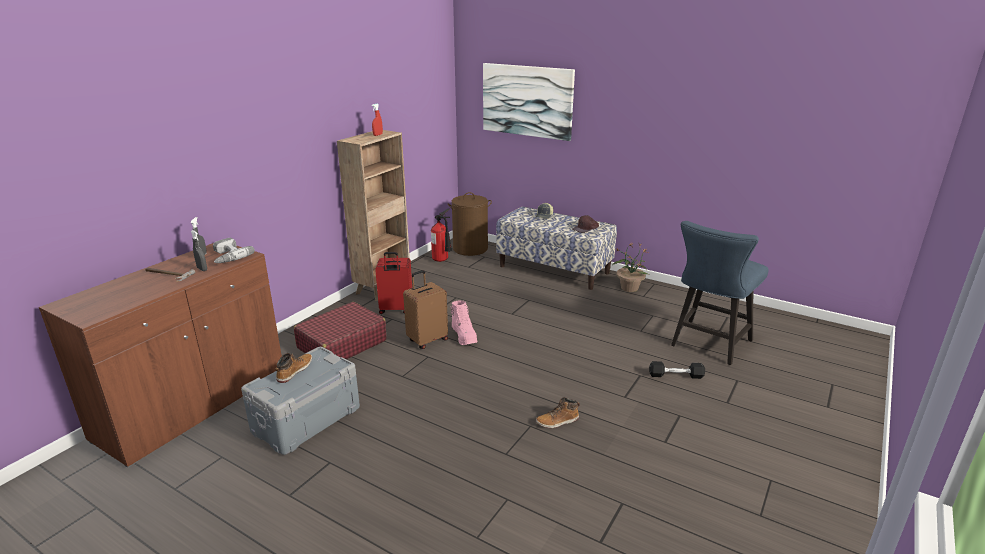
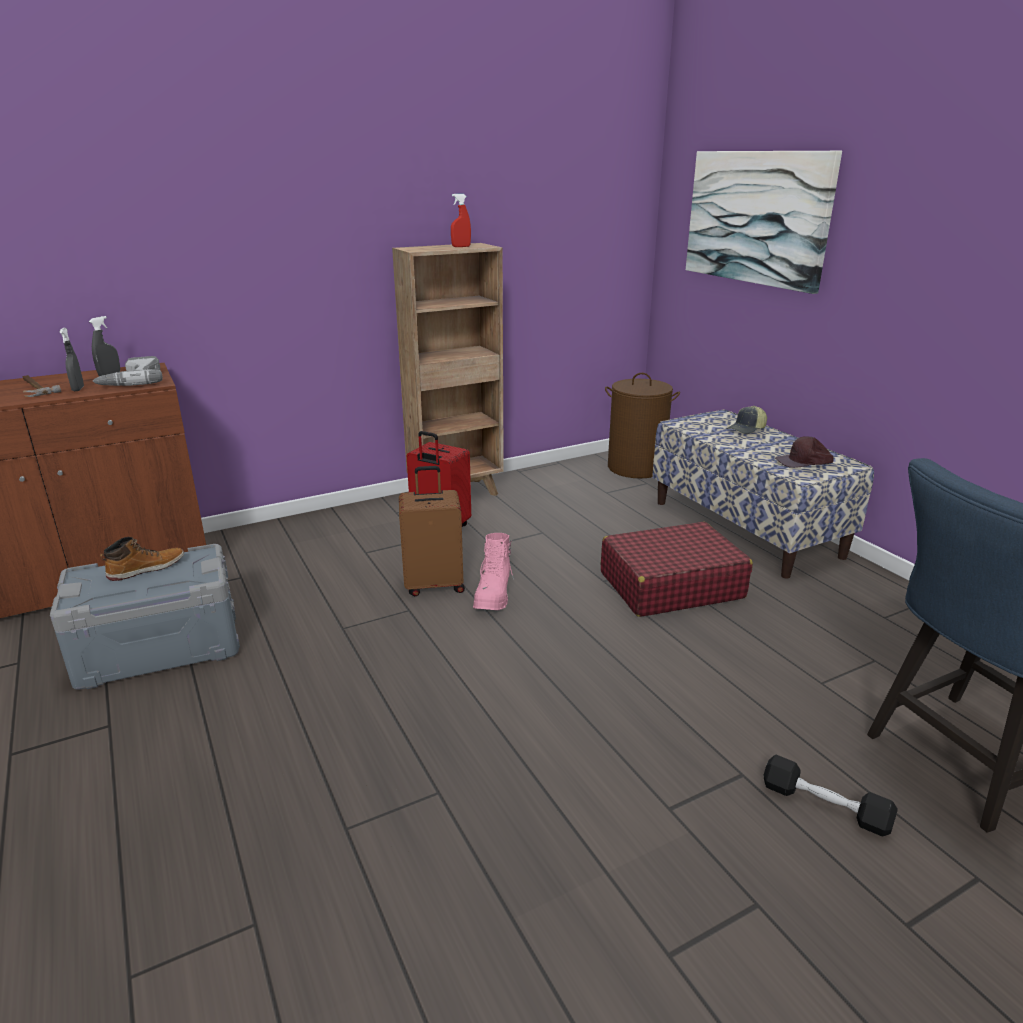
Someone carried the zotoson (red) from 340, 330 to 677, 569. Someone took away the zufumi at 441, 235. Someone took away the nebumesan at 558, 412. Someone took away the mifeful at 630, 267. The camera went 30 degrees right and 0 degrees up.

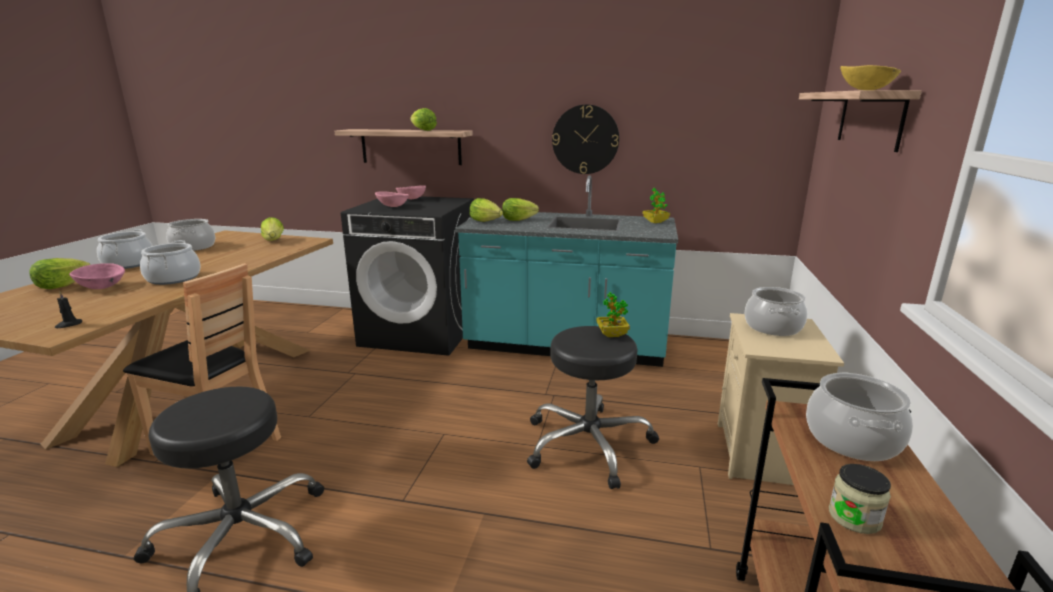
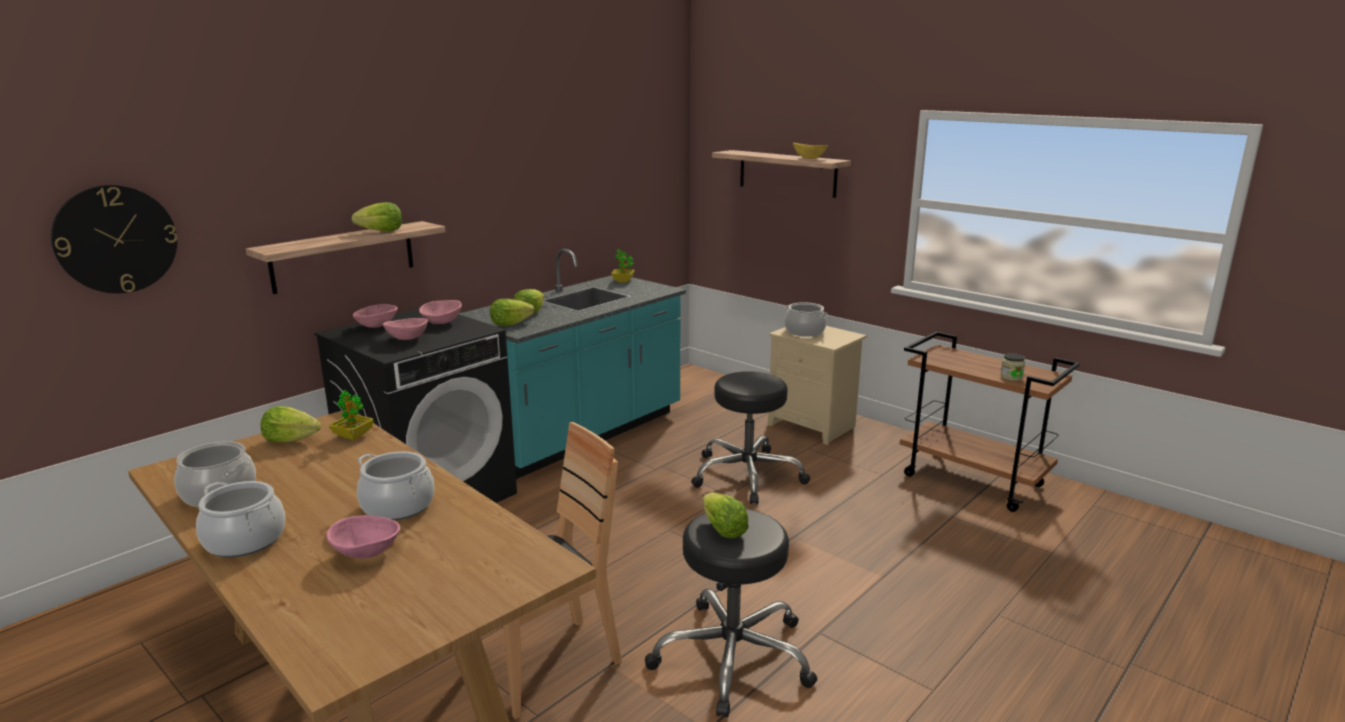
Someone carried the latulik from 585, 139 to 114, 239. Someone carried the mifeful from 613, 314 to 351, 415. Someone put down the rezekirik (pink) at 440, 312. Someone carried the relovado from 59, 273 to 725, 516. Someone took away the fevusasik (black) at 68, 310. Someone took away the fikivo at 859, 416. The camera went 60 degrees left and 0 degrees up.

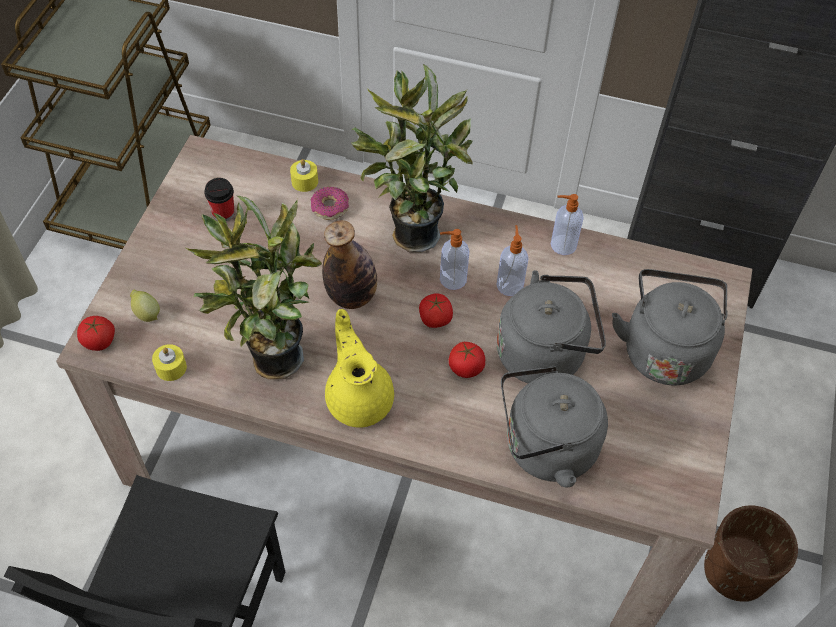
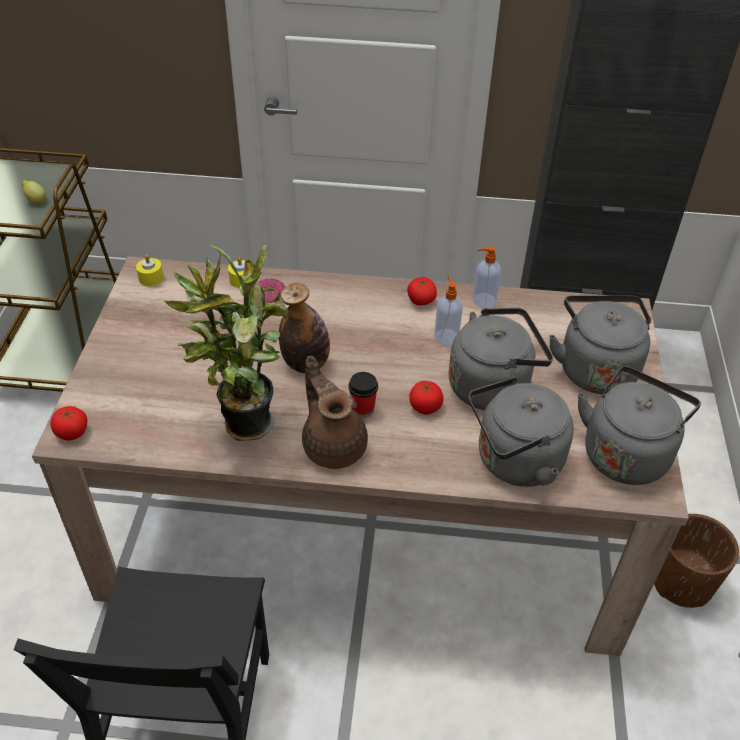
Someone carried the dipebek from 145, 306 to 34, 192. Someone carried the fevusasik (yellow) from 169, 362 to 150, 270. Someone repainted the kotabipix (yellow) at 359, 368, which became the kotabipix (brown) at 335, 412. Someone carried the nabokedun from 219, 199 to 363, 395. Someone carried the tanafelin from 436, 310 to 422, 291. Someone put down the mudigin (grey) at 639, 425. Someone took away the mifeful at 411, 158. Someone took away the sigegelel at 455, 259. The camera went 10 degrees left and 10 degrees down.

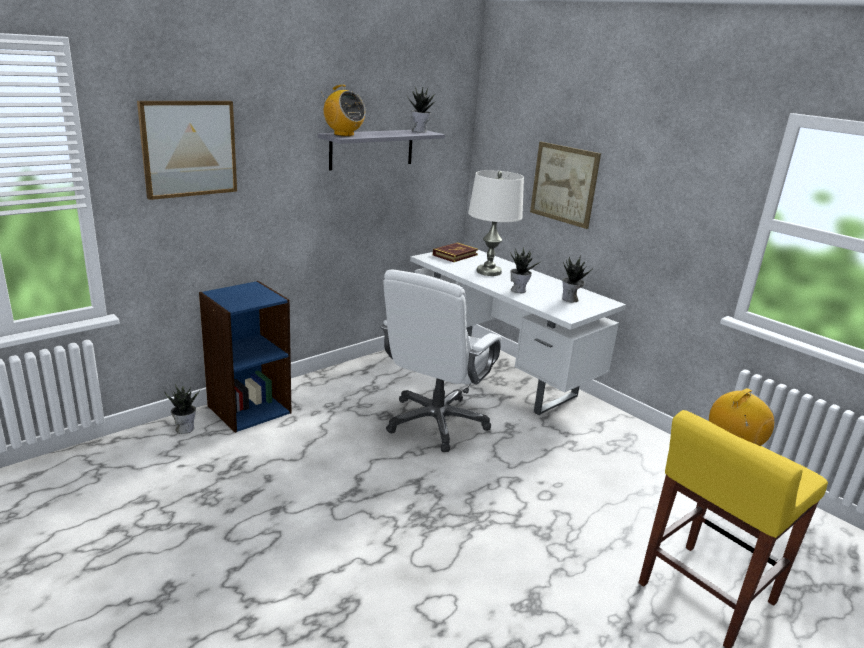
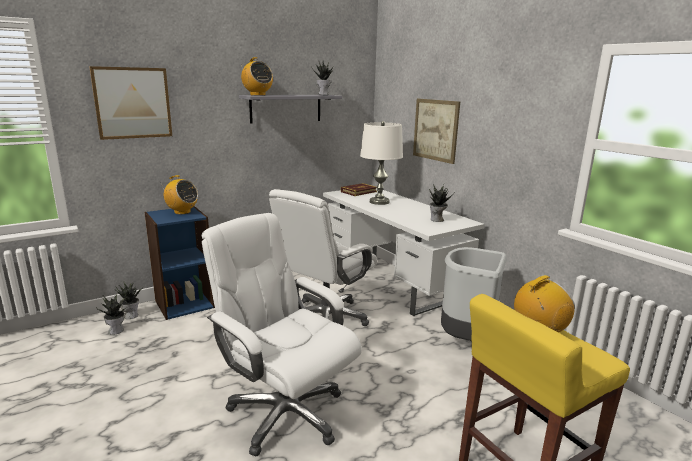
Someone carried the mifeful from 526, 270 to 112, 314. Someone put down the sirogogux at 179, 194. Someone put down the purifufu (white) at 282, 334. Someone put down the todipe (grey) at 474, 294. The camera went 10 degrees right and 5 degrees down.

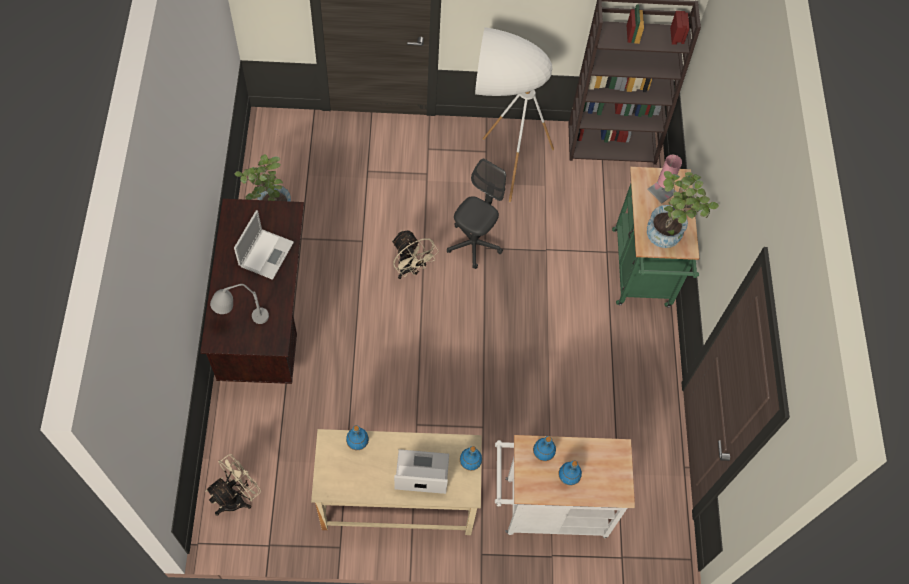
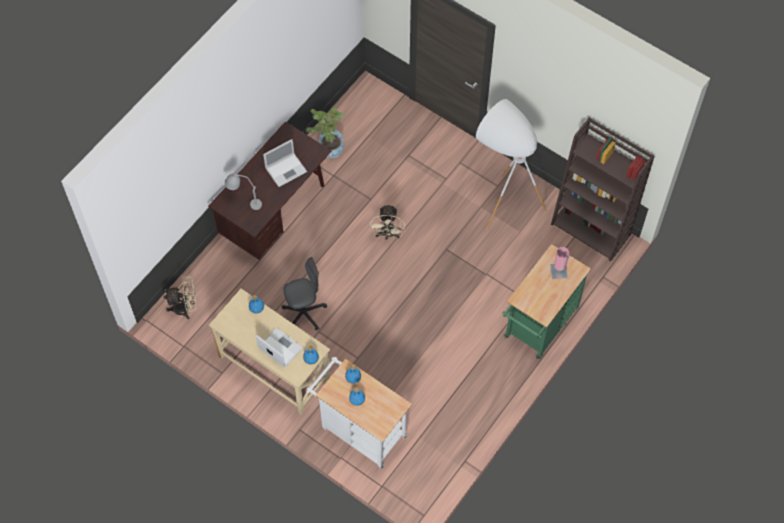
Someone carried the purifufu (grey) from 476, 214 to 304, 294. Someone took away the mifeful at 683, 209. The camera went 40 degrees right and 0 degrees up.

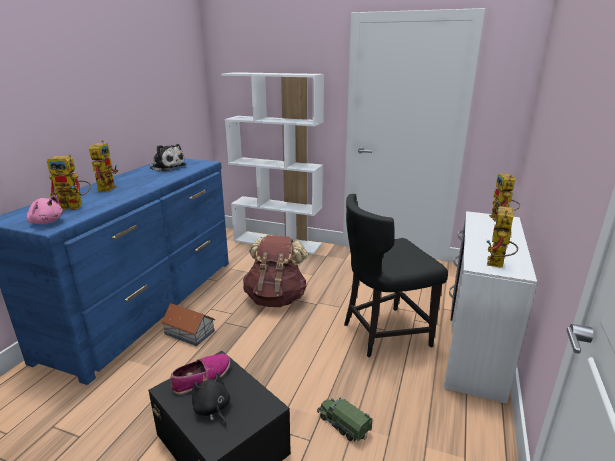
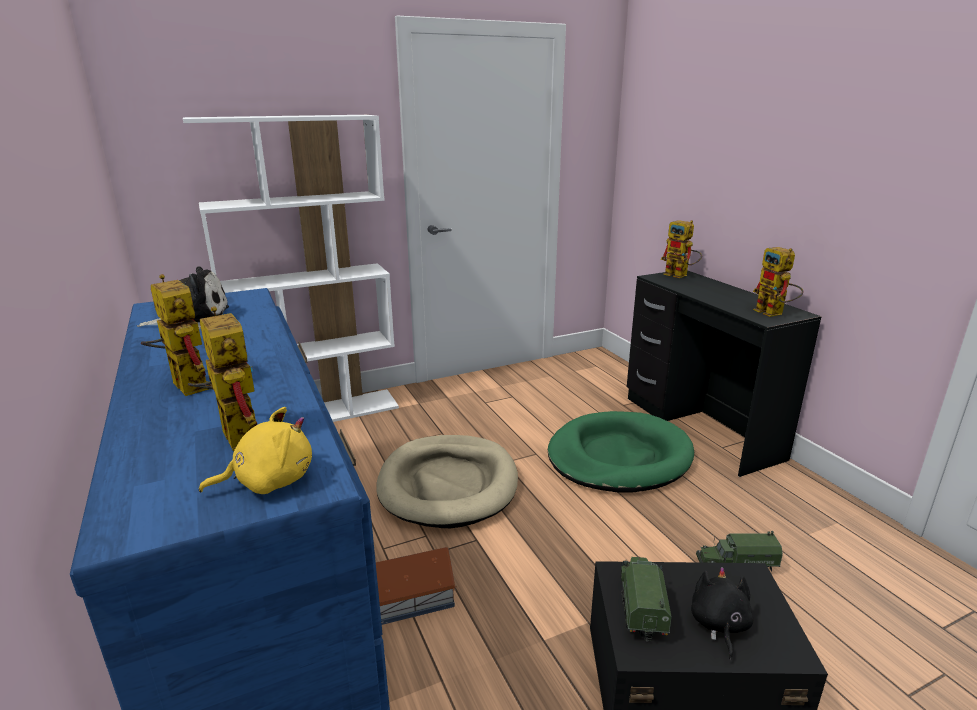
Someone rotated the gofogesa at 69, 182 by 75 degrees counterclockwise. Someone repainted the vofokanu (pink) at 44, 209, which became the vofokanu (yellow) at 255, 450. Someone swapped the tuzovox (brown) at 275, 271 for the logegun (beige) at 447, 481. Someone swapped the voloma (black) at 396, 275 for the logegun (green) at 621, 452. Someone swapped the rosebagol at 200, 374 for the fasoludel at 646, 599. Someone repainted the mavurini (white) at 490, 307, which became the mavurini (black) at 724, 373. Someone rotated the vofokanu (black) at 211, 399 by 90 degrees clockwise. The camera went 45 degrees left and 0 degrees up.

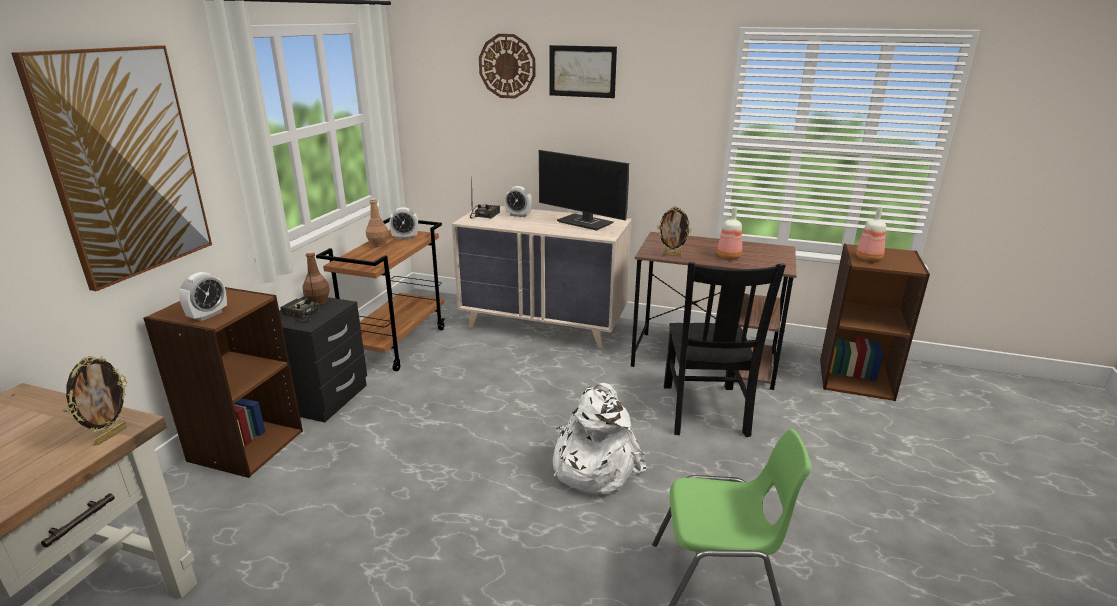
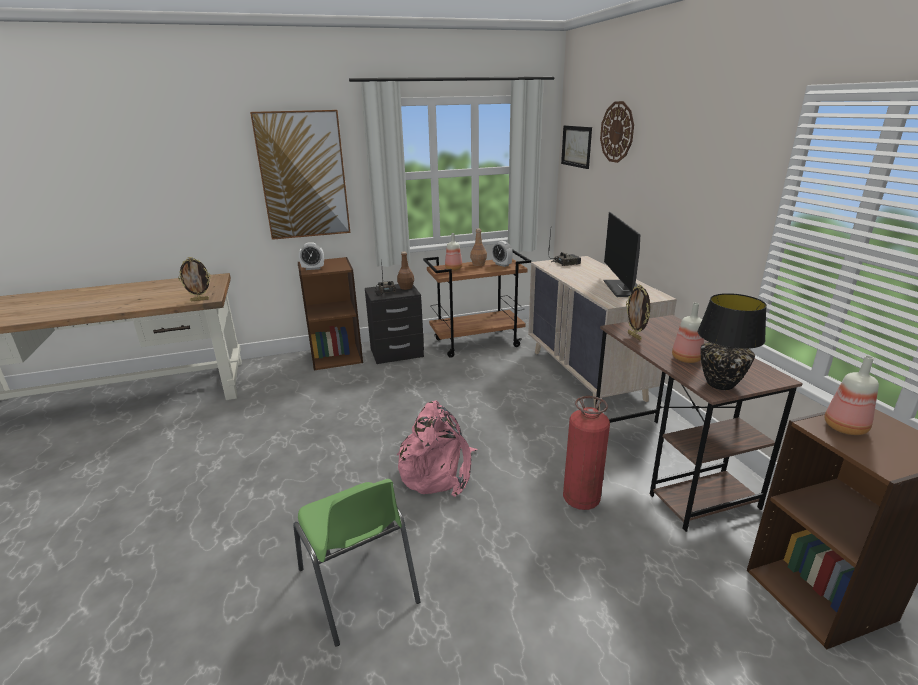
Someone repainted the tuzovox (white) at 600, 439, which became the tuzovox (pink) at 437, 448. Someone put down the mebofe at 453, 251. Someone carried the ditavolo from 583, 71 to 576, 147. Someone swapped the voloma (black) at 725, 349 for the zufumi at 586, 453. Someone put down the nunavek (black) at 732, 341. Someone took away the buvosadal at 518, 201. The camera went 55 degrees right and 0 degrees up.

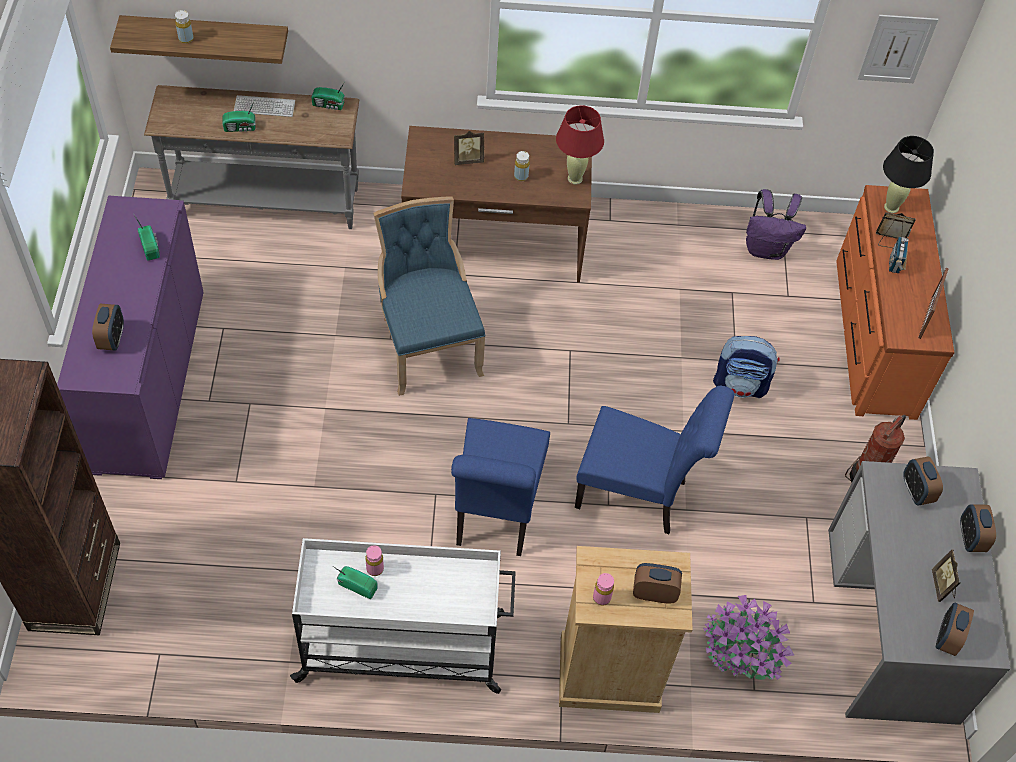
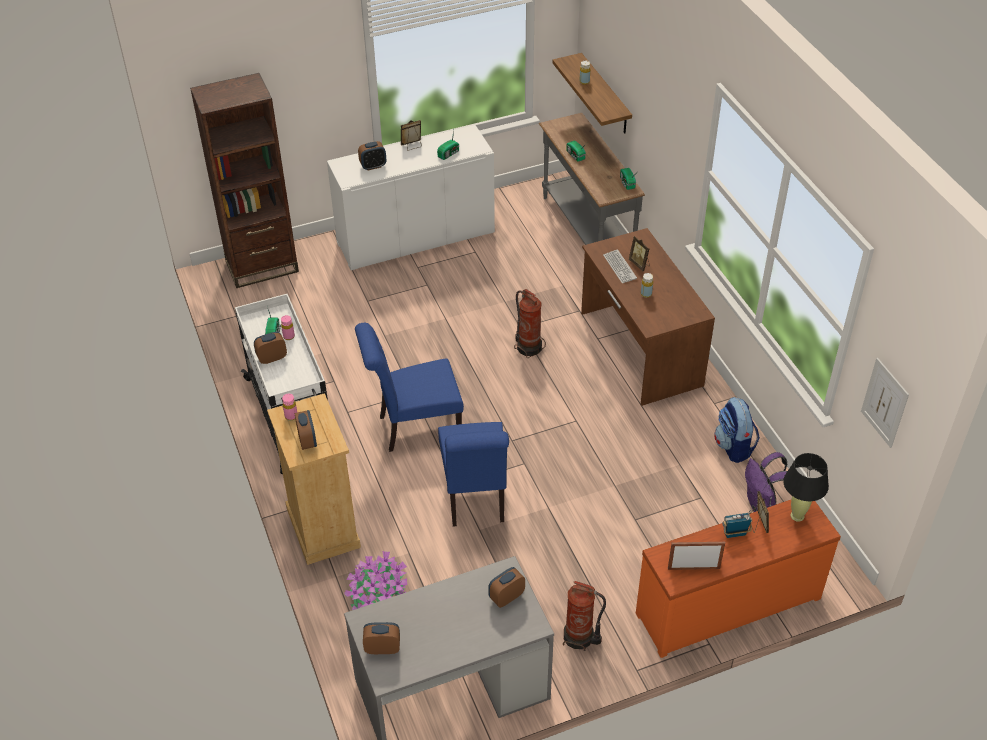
Someone carried the buvosadal from 978, 528 to 270, 348. Someone repainted the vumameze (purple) at 130, 337, which became the vumameze (white) at 411, 197. Someone carried the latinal from 946, 576 to 411, 135. Someone swapped the voloma (blue) at 429, 296 for the zufumi at 530, 323. Someone carried the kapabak from 264, 106 to 620, 266. Someone carried the tuzovox from 746, 367 to 737, 430. Someone took away the nunavek (red) at 580, 144. The camera went 70 degrees right and 10 degrees down.

